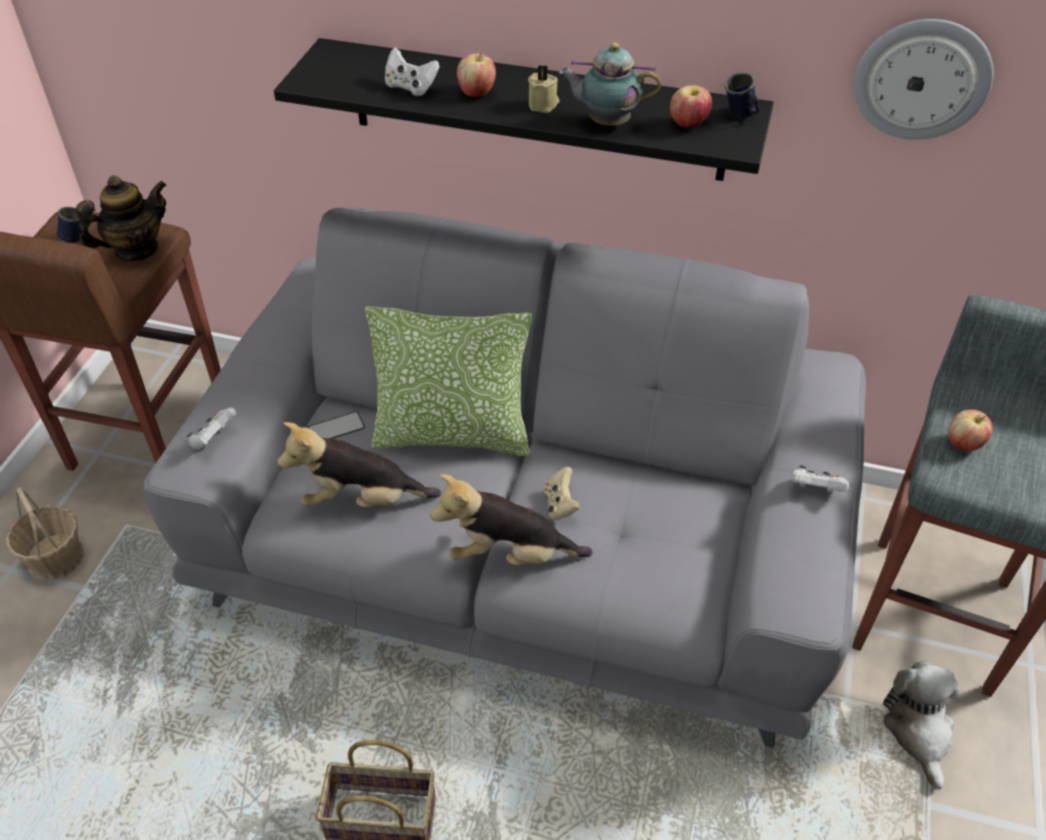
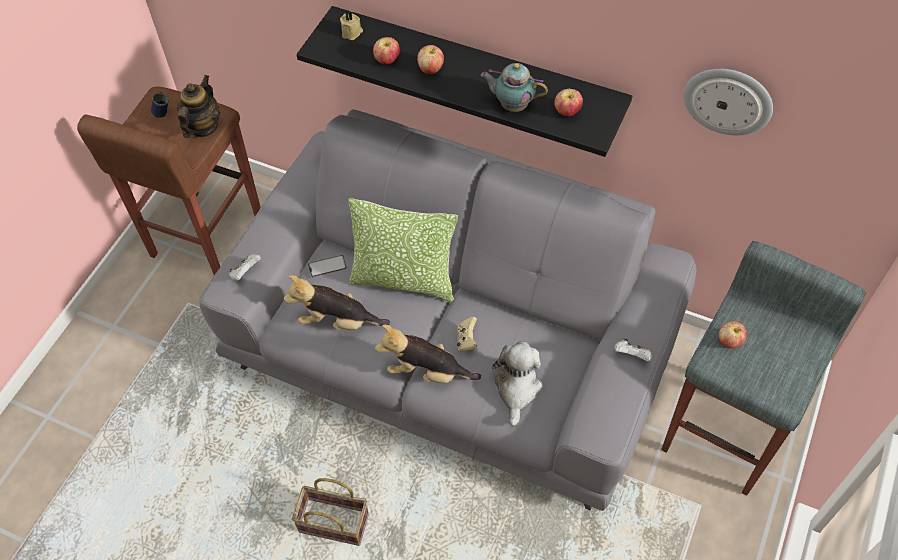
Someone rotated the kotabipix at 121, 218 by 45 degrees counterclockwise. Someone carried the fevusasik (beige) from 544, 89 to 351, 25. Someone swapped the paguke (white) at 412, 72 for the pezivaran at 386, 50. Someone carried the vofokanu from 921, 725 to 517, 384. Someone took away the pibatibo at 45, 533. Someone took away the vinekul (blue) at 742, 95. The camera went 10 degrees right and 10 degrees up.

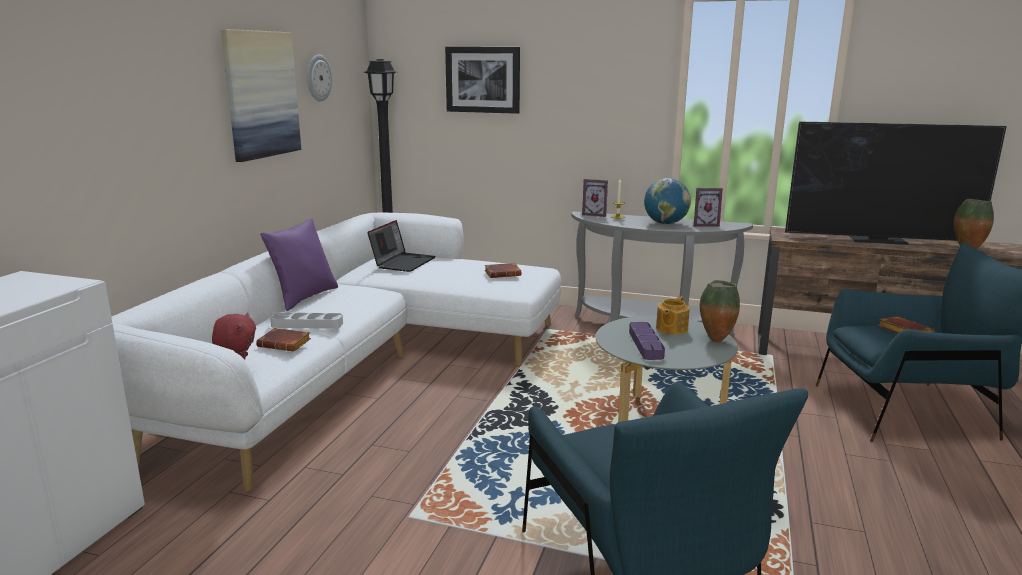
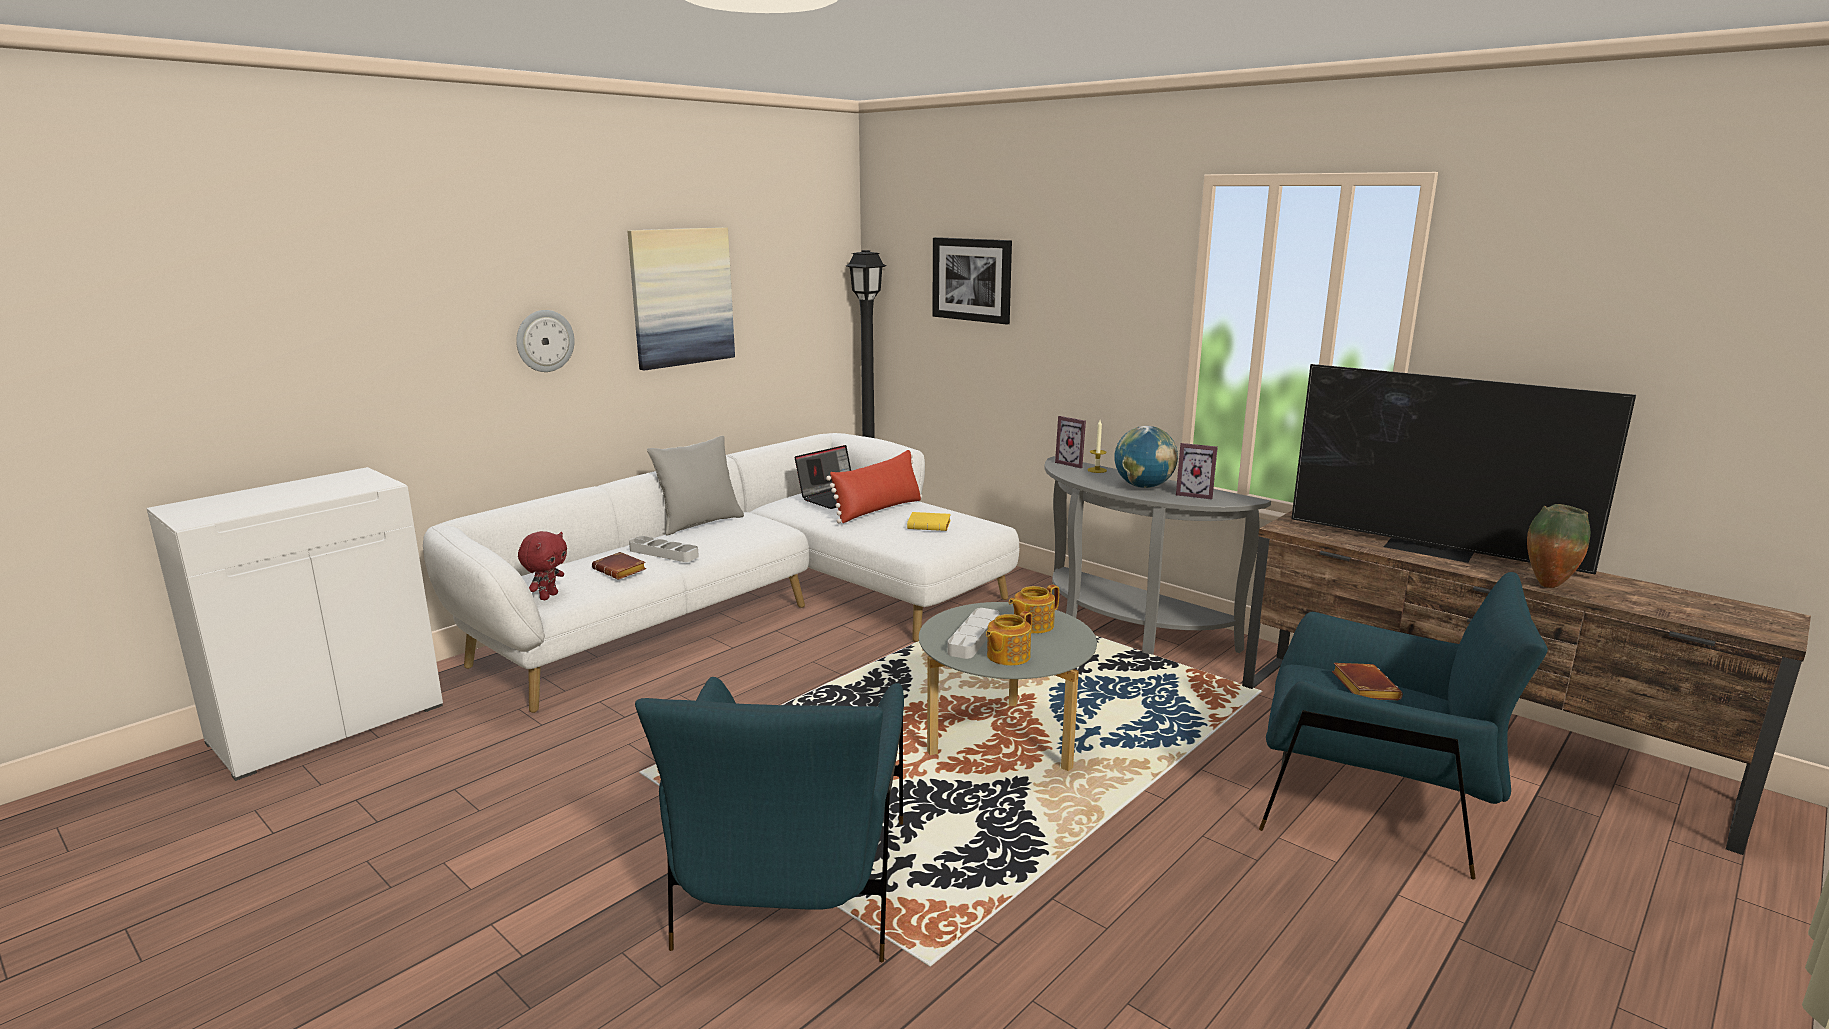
Someone carried the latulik from 319, 78 to 545, 341. Someone repainted the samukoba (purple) at 299, 264, which became the samukoba (grey) at 695, 486. Someone put down the samukoba (red) at 874, 486. Someone repainted the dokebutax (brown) at 503, 270, which became the dokebutax (yellow) at 929, 521. Someone repainted the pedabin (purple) at 647, 341, which became the pedabin (grey) at 973, 633. Someone put down the kotabipix at 1009, 638. Someone took away the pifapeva at 720, 311. The camera went 25 degrees right and 0 degrees up.

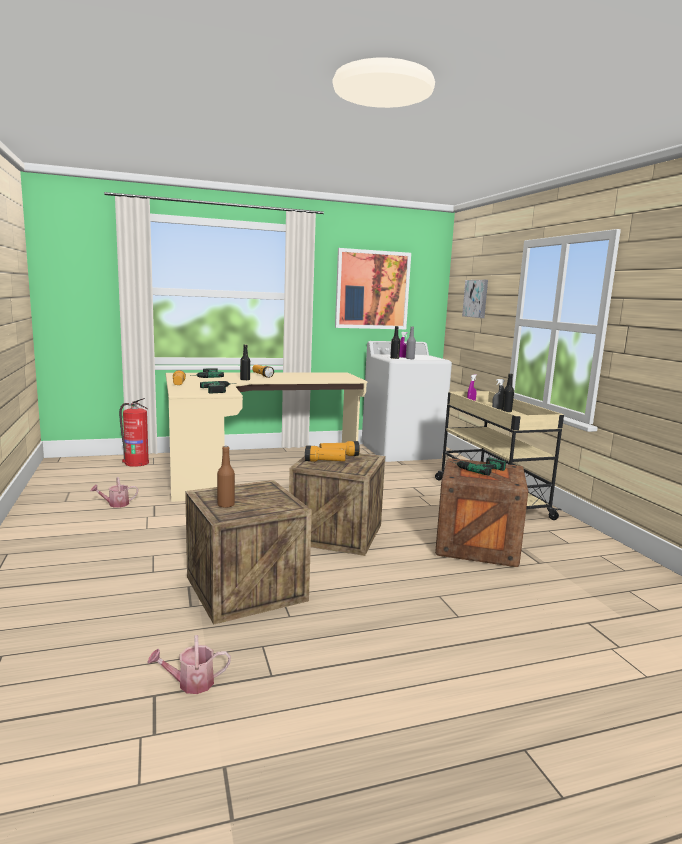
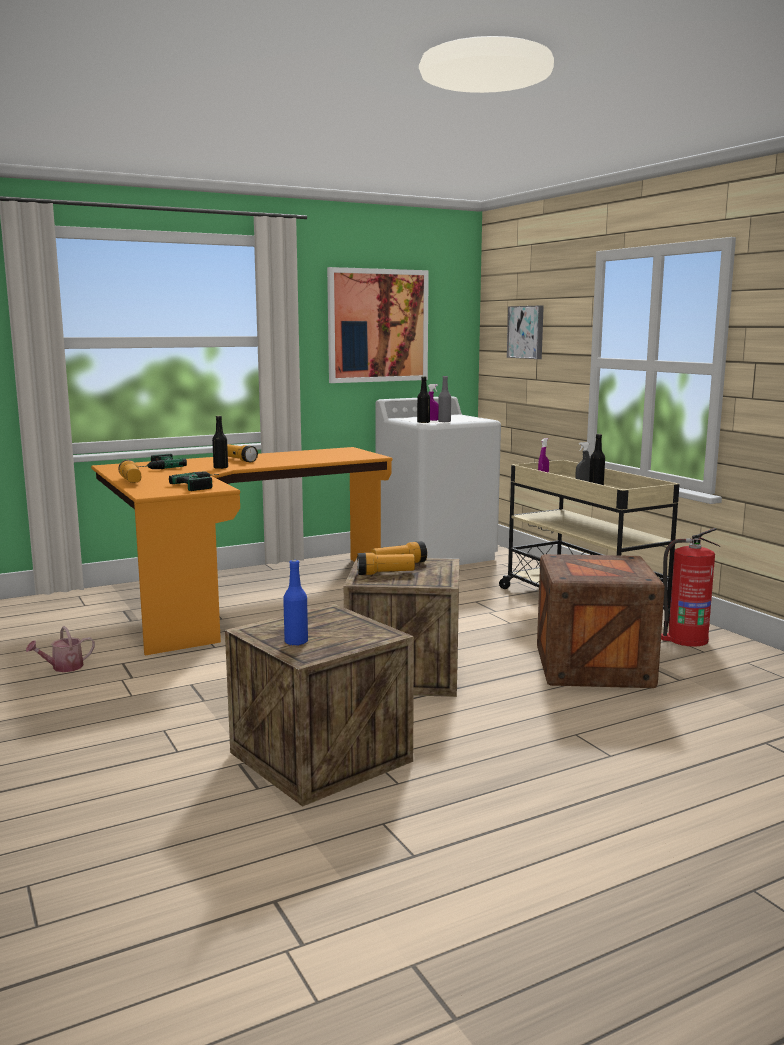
Someone repainted the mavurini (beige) at 266, 437, which became the mavurini (orange) at 241, 551. Someone repainted the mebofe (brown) at 226, 477, which became the mebofe (blue) at 295, 602. Someone carried the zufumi from 134, 432 to 690, 587. Someone took away the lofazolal at 189, 664. Someone took away the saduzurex at 478, 466. The camera went 10 degrees left and 0 degrees up.

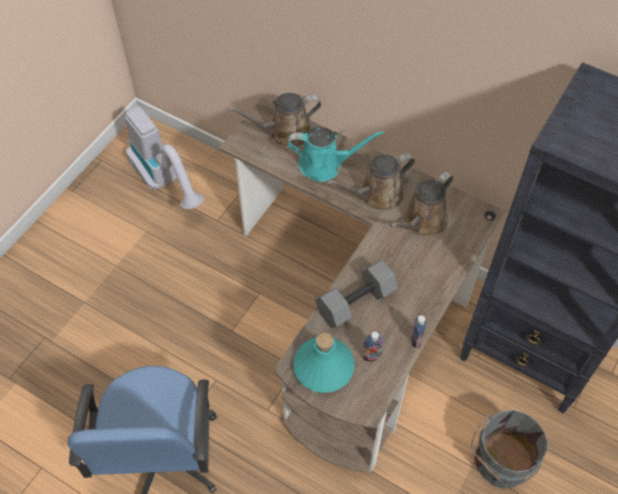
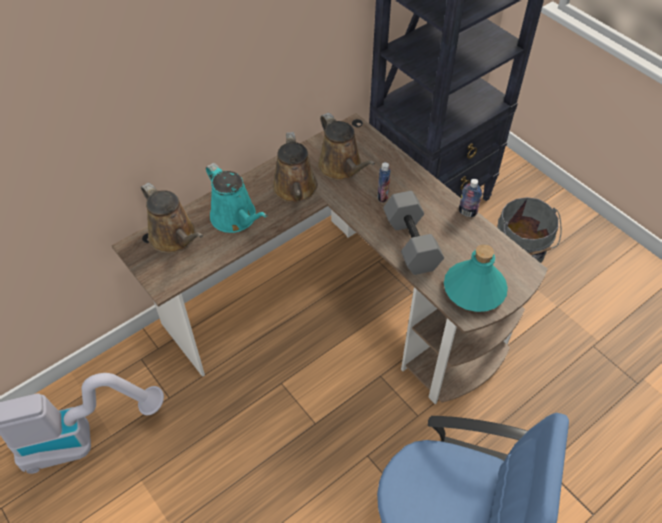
Someone rotated the lofazolal (brown) at 275, 120 by 45 degrees counterclockwise. Someone rotated the lofazolal (turquoise) at 335, 154 by 120 degrees clockwise. Someone carried the mebofe from 373, 346 to 383, 182. The camera went 70 degrees left and 5 degrees down.

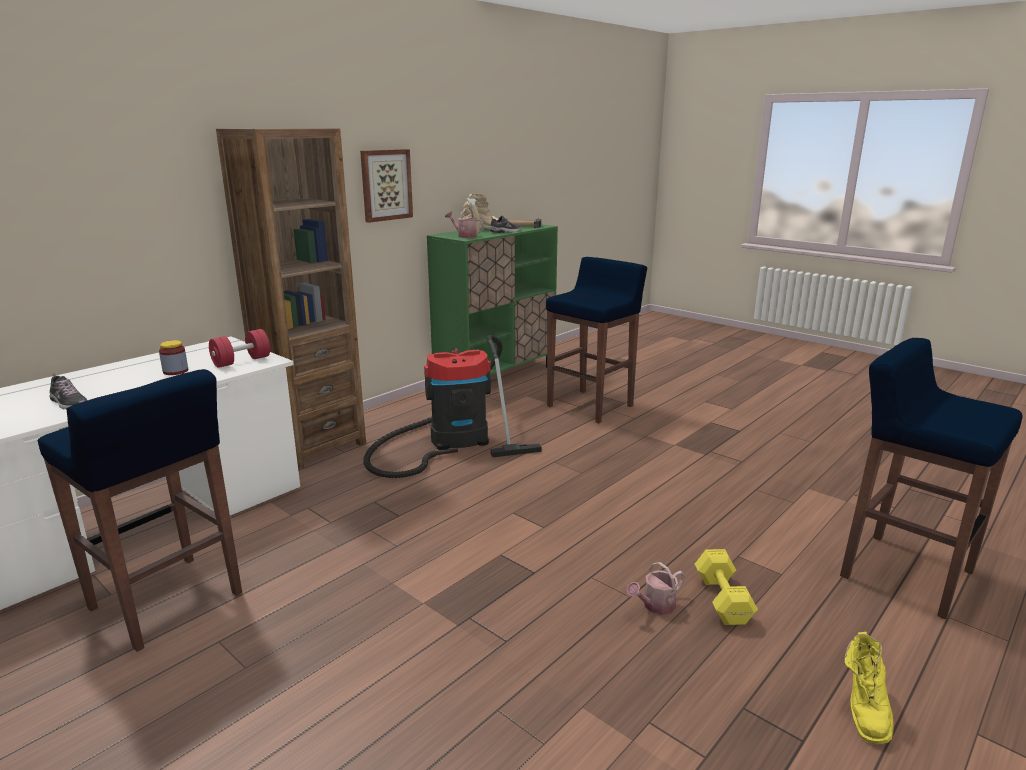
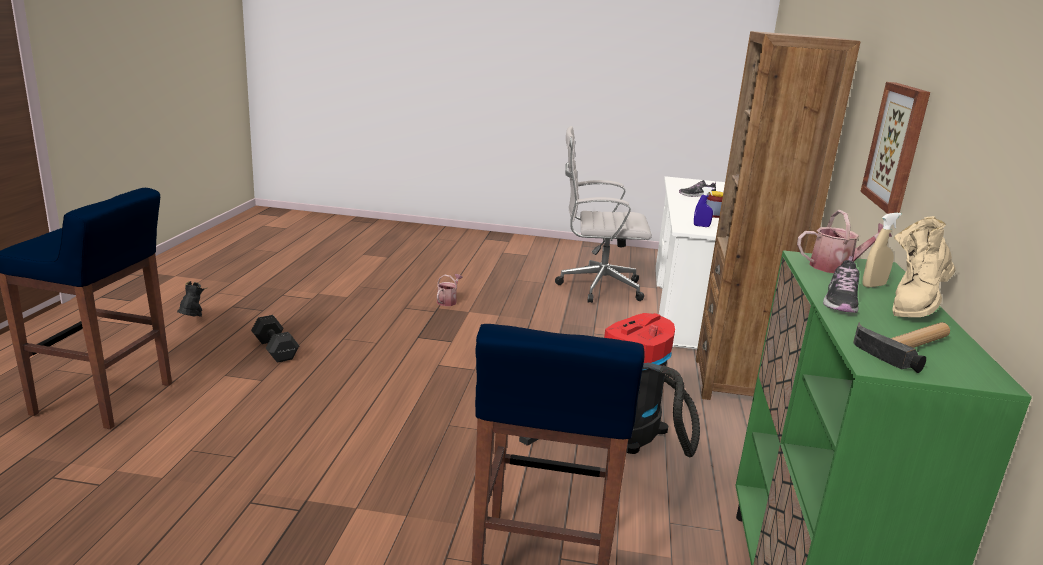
Someone repainted the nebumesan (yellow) at 869, 688, which became the nebumesan (black) at 192, 299. Someone repainted the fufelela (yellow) at 726, 587, which became the fufelela (black) at 275, 339. Someone carried the lofazolal from 655, 588 to 450, 290. Someone swapped the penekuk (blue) at 140, 510 for the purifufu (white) at 603, 214. Someone swapped the fufelela (red) at 239, 348 for the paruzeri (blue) at 704, 207. The camera went 145 degrees right and 0 degrees up.

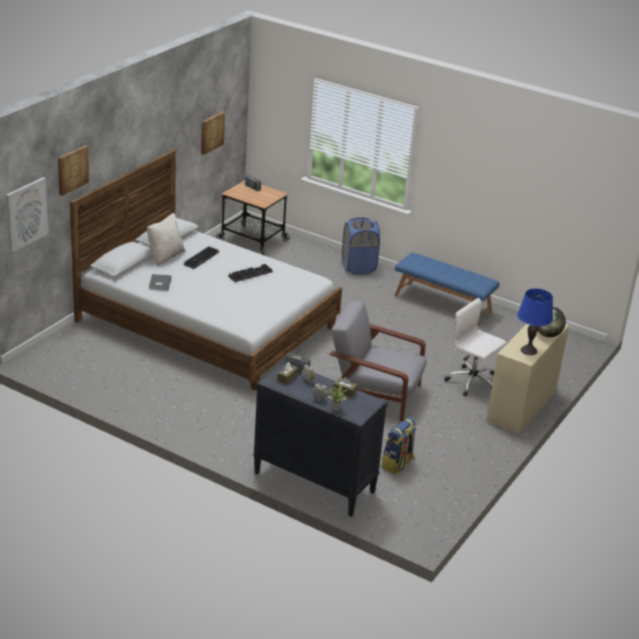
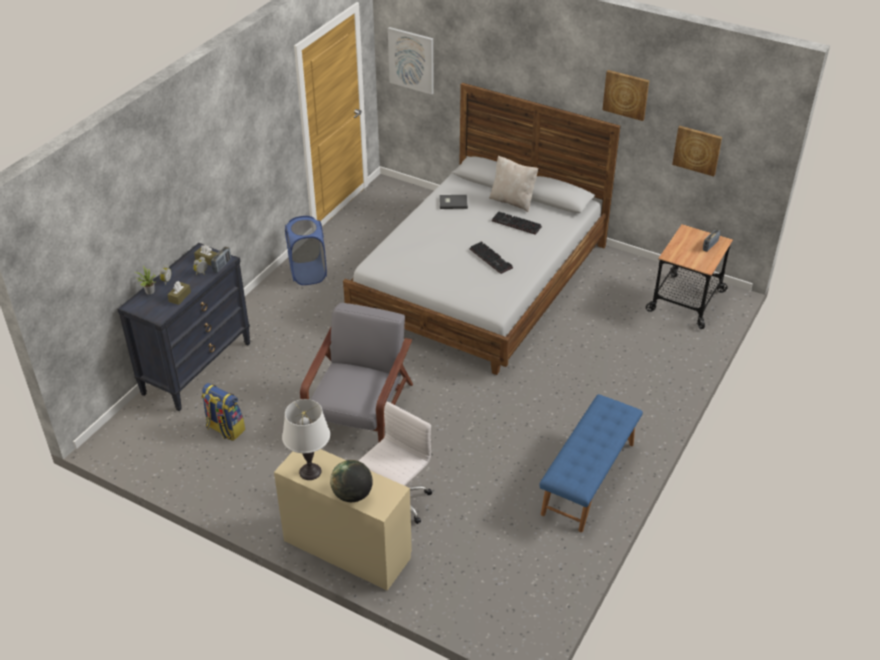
Someone repainted the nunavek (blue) at 535, 322, which became the nunavek (white) at 306, 439. Someone carried the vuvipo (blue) from 361, 246 to 306, 250. Someone carried the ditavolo from 73, 170 to 625, 95. The camera went 90 degrees right and 10 degrees up.

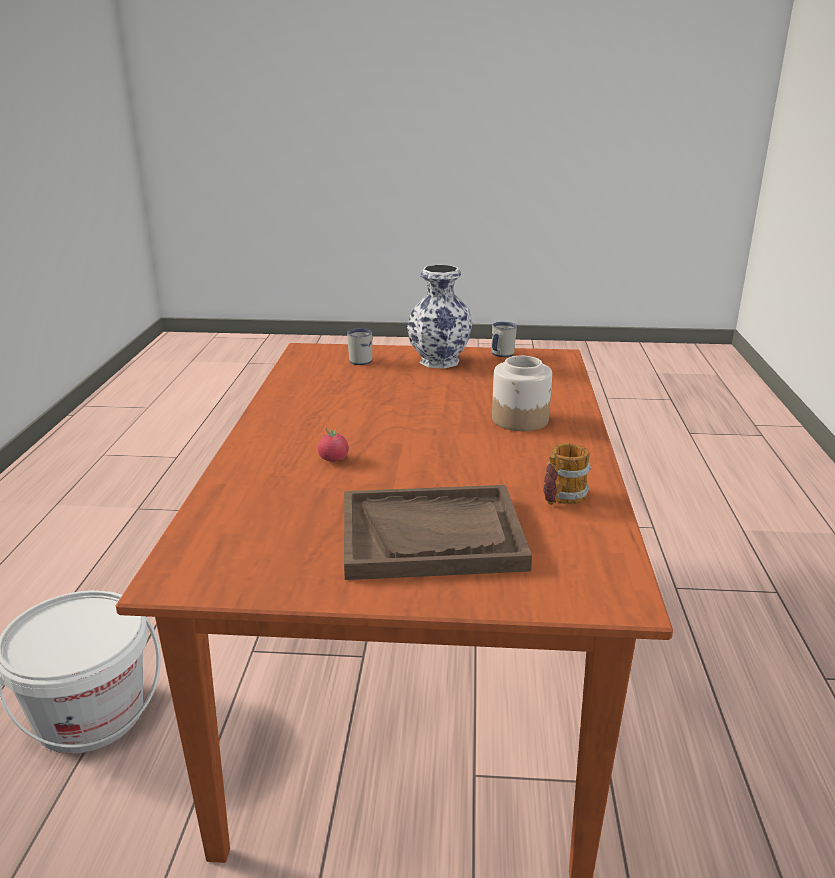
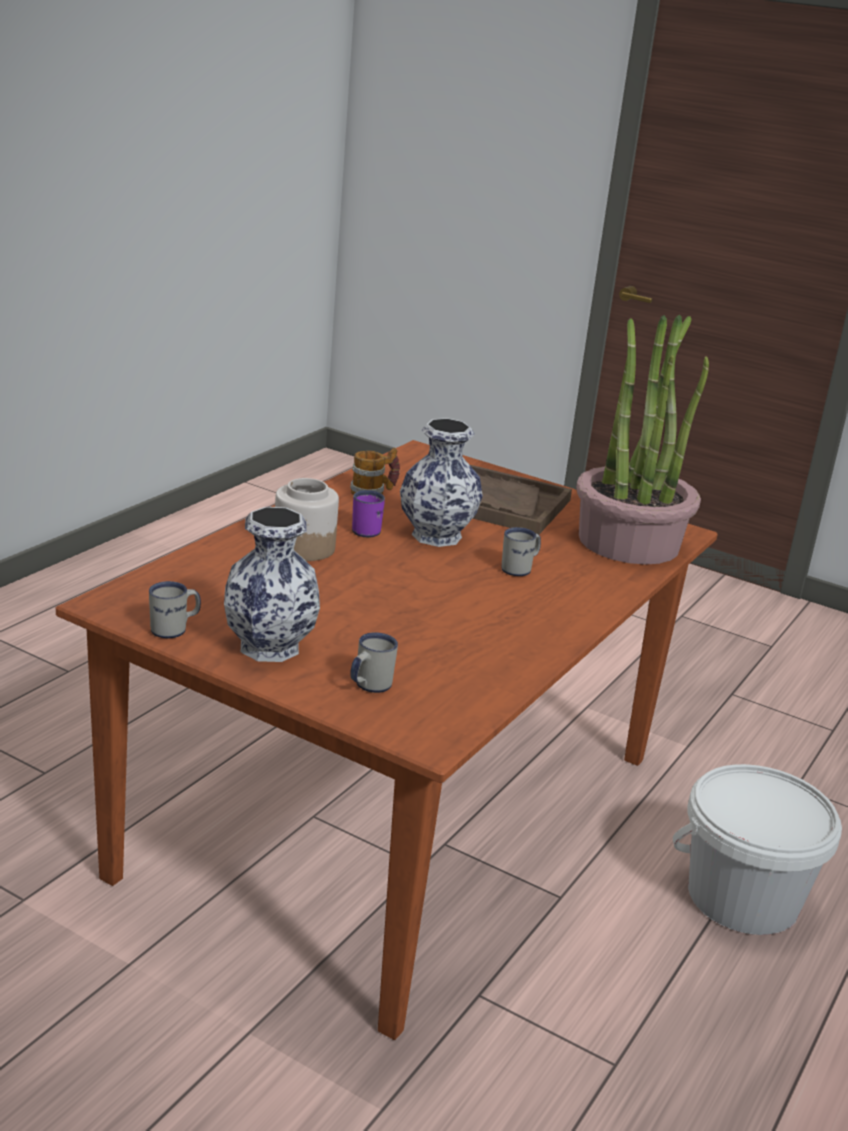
Someone put down the vinekul (purple) at 368, 513. Someone put down the pifapeva at 441, 482. Someone swapped the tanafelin at 333, 445 for the vinekul (white) at 521, 551. Someone put down the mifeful at 642, 439. The camera went 155 degrees left and 0 degrees up.

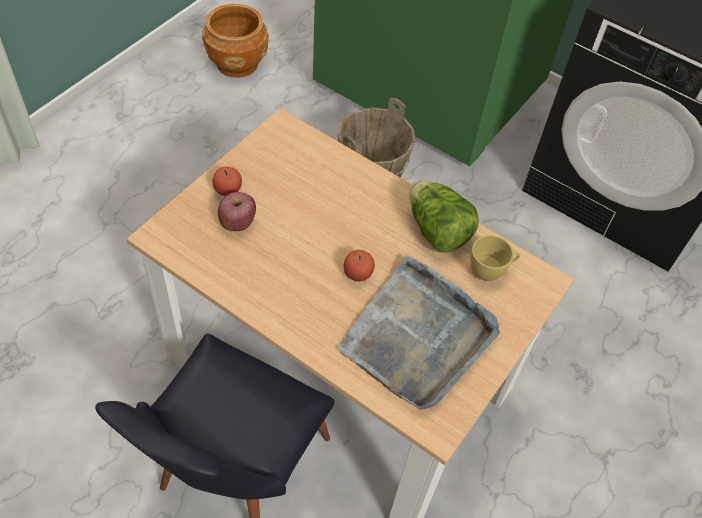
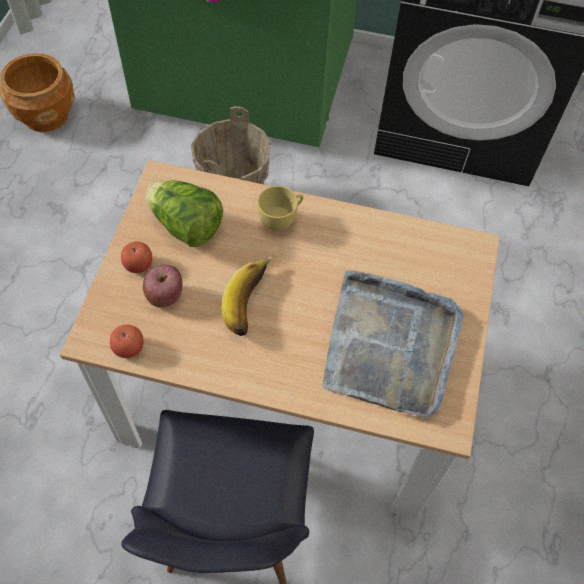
Someone carried the pezivaran from 359, 265 to 127, 341. Someone carried the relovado from 444, 216 to 184, 213. Someone put down the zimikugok at 247, 296. Someone carried the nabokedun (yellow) from 495, 258 to 280, 208. The camera went 20 degrees left and 5 degrees up.

